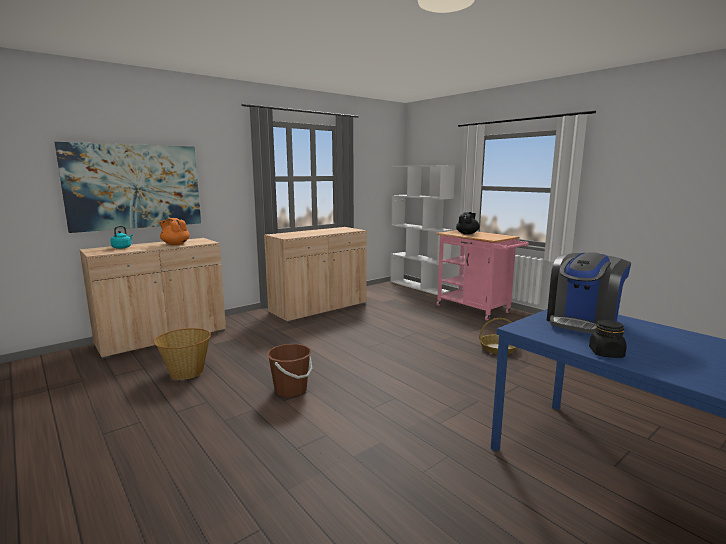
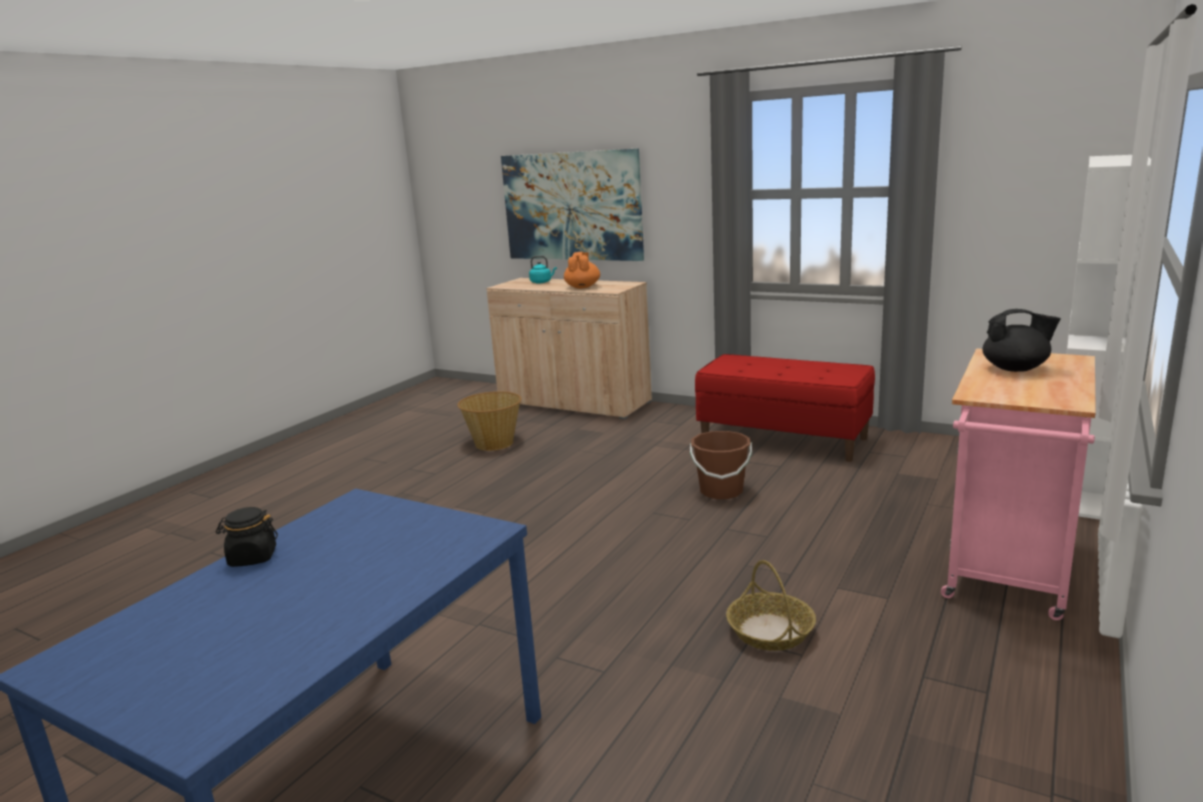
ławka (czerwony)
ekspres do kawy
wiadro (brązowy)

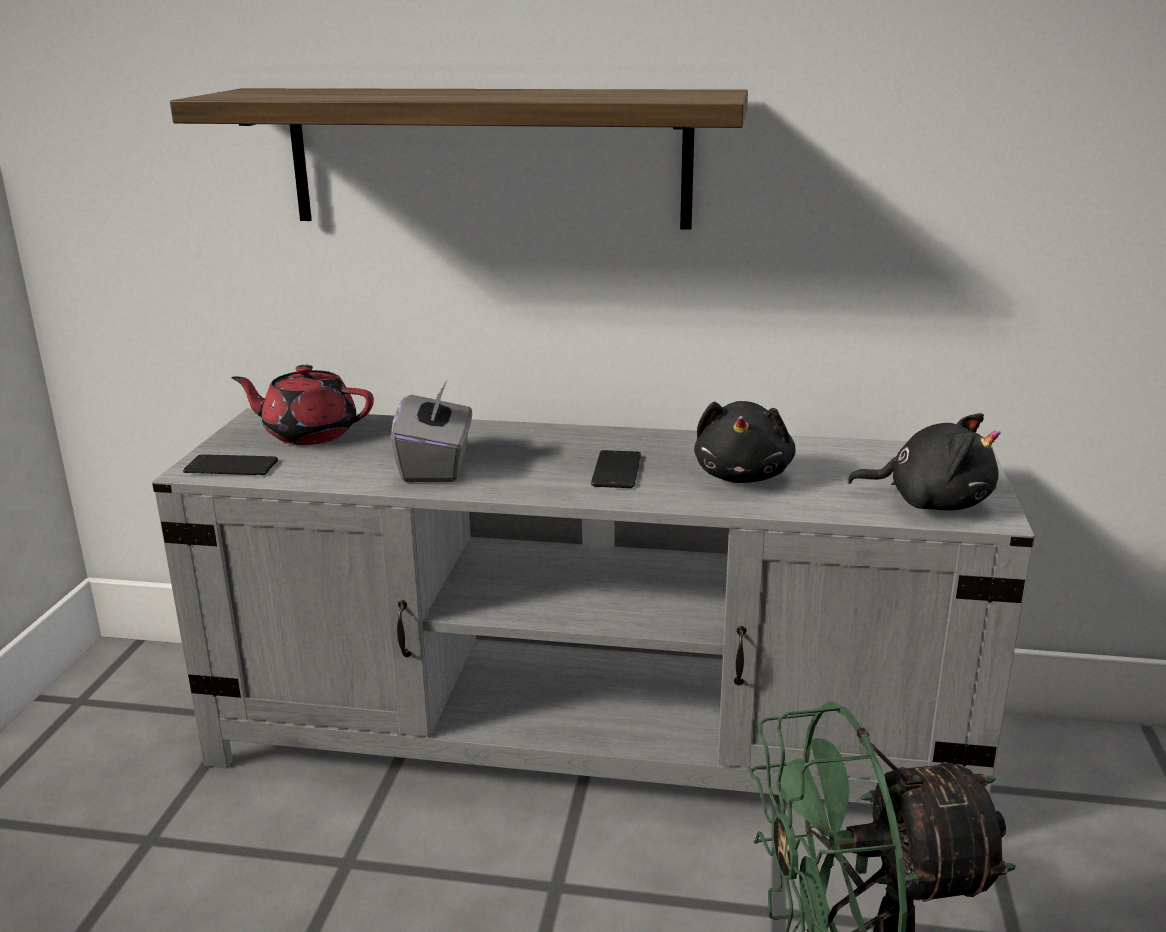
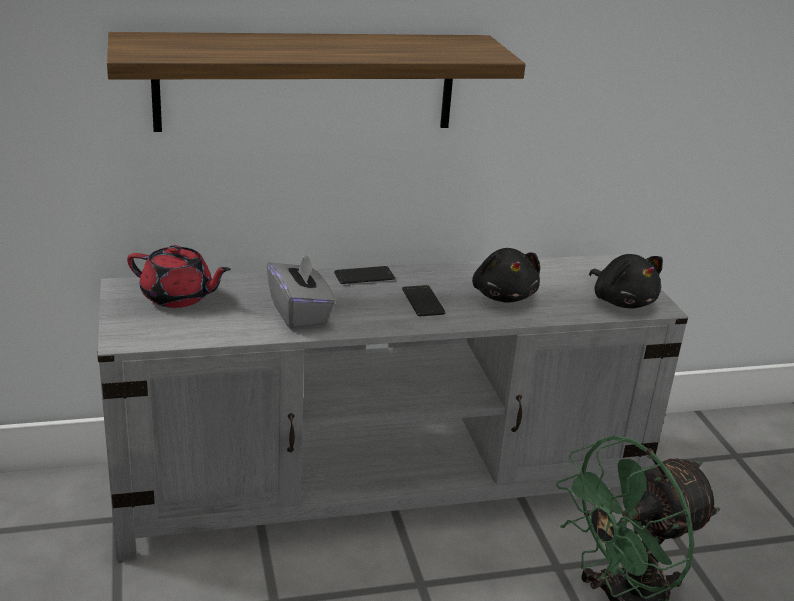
imbryk (czerwony)
pluszak (czarny) (2nd from left)
telefon (1st from left)

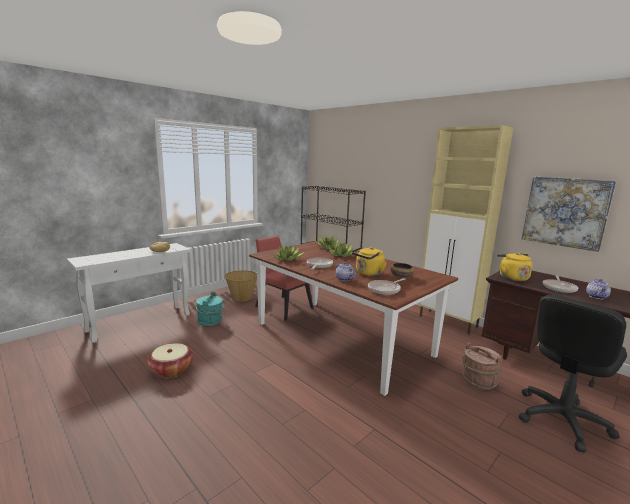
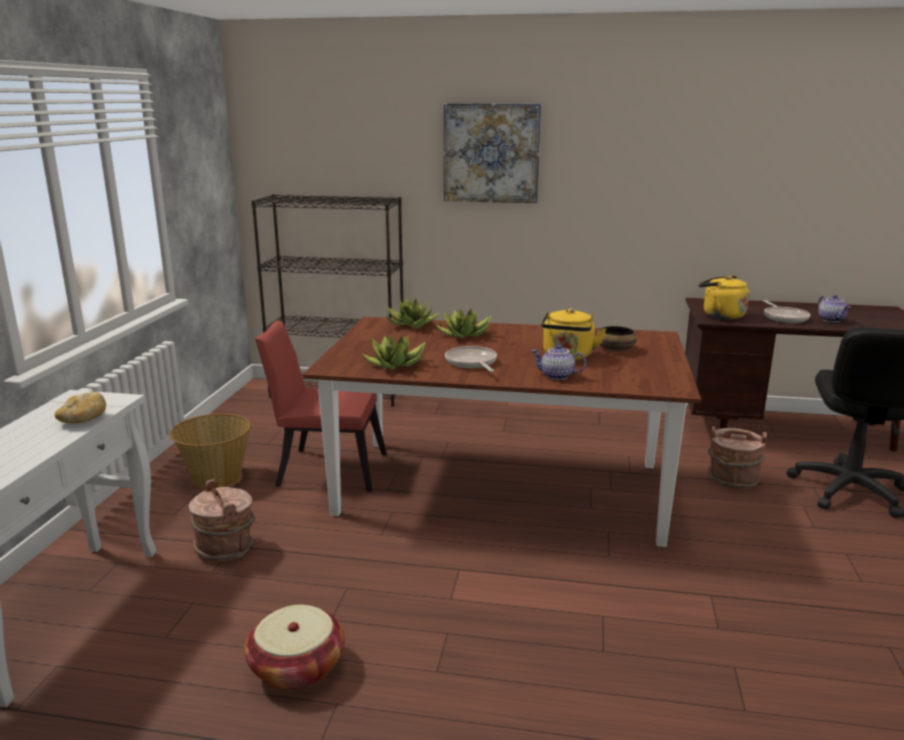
szafka (beżowy)
obraz
patelnia (2nd from left in the first image)
wiadro (brązowy) (1st from left)

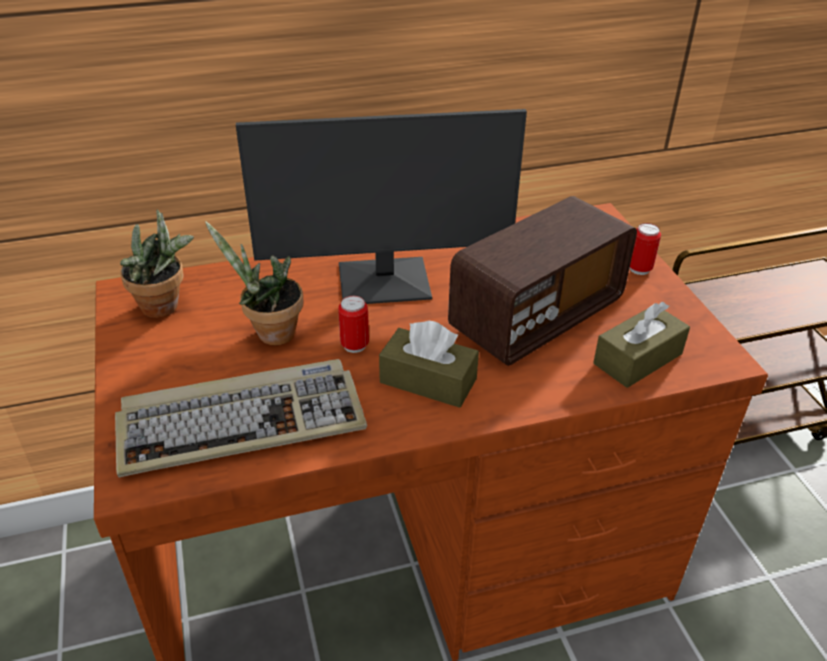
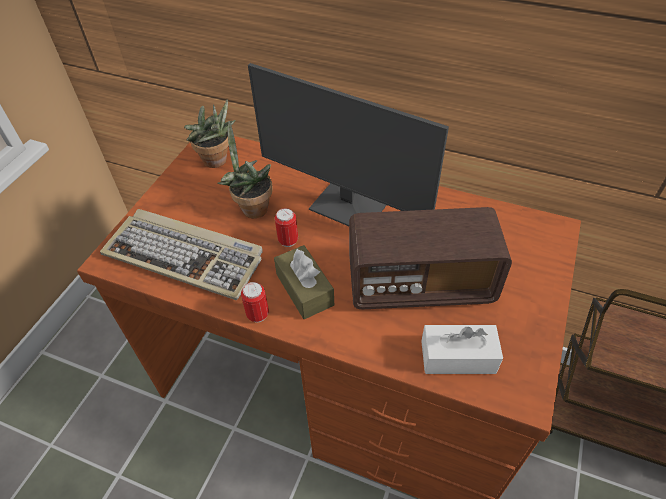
puszka (1st from left)
pudełko chusteczek (biały)

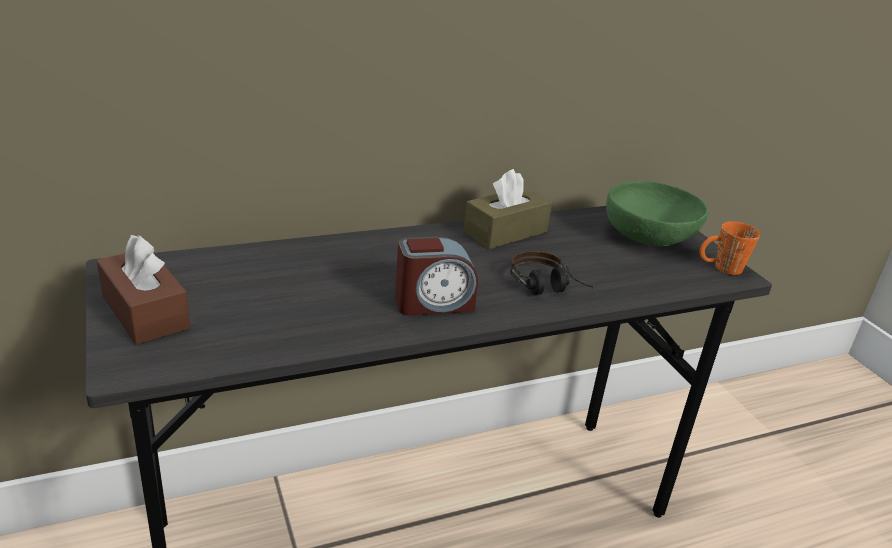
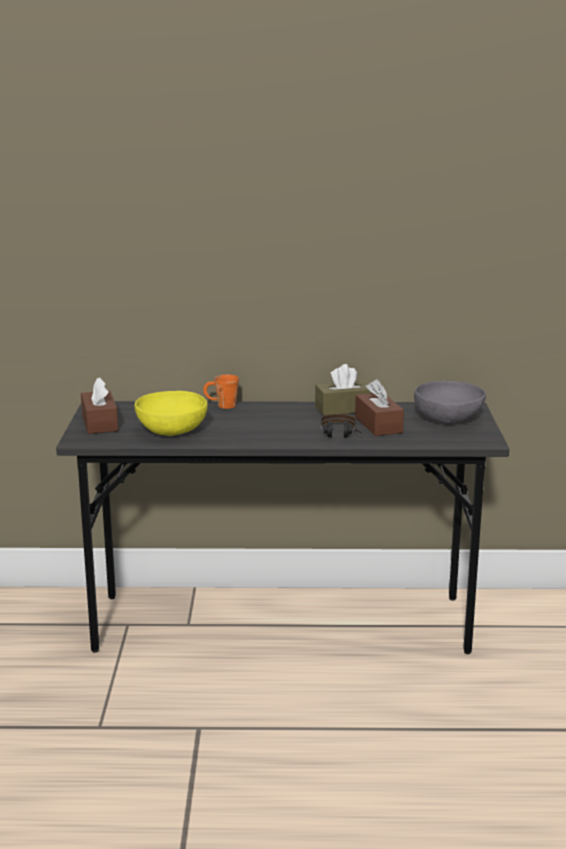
miska (szary)
kubek (pomarańczowy)
budzik
pudełko chusteczek (brązowy) (3rd from left)
miska (żółty)

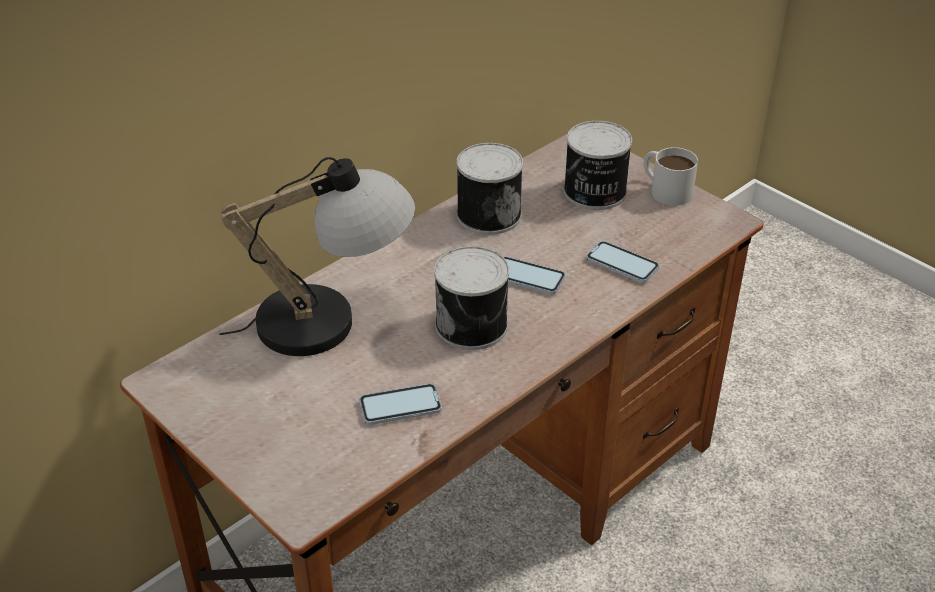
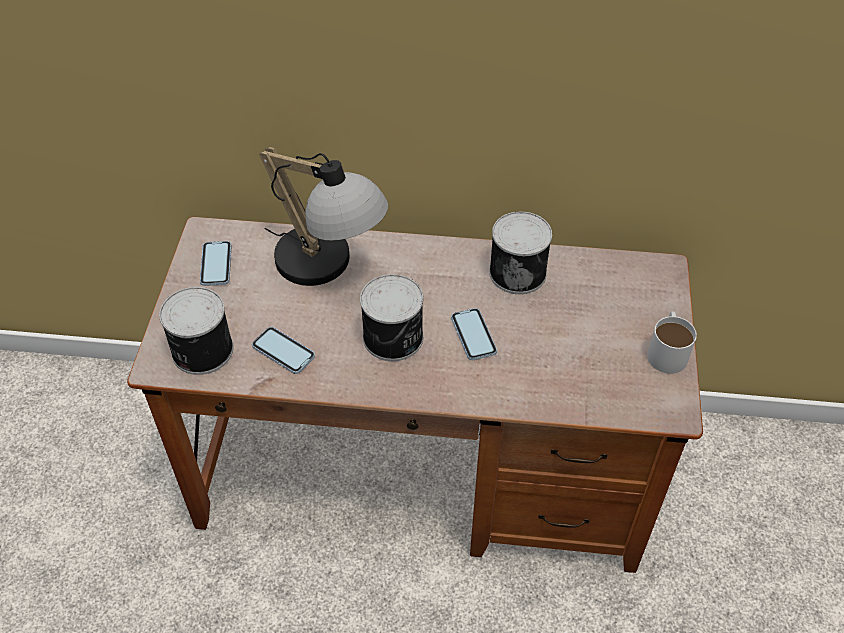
puszka (1st from left)
telefon (1st from left)

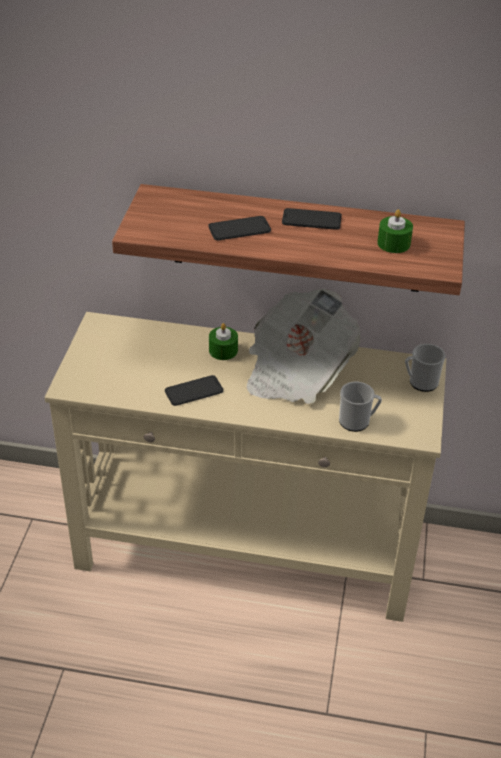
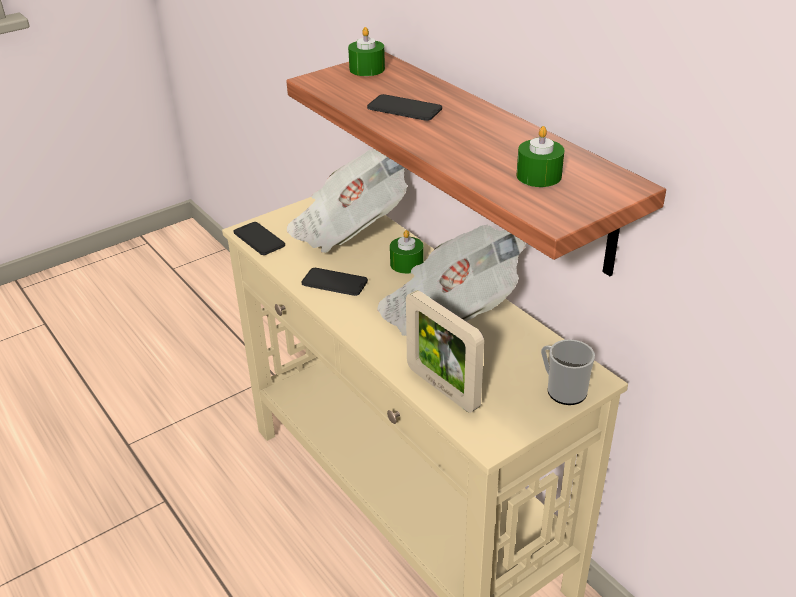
telefon (1st from left)
ramka na zdjęcie
świeca (zielony) (1st from left)
gazeta (1st from left)

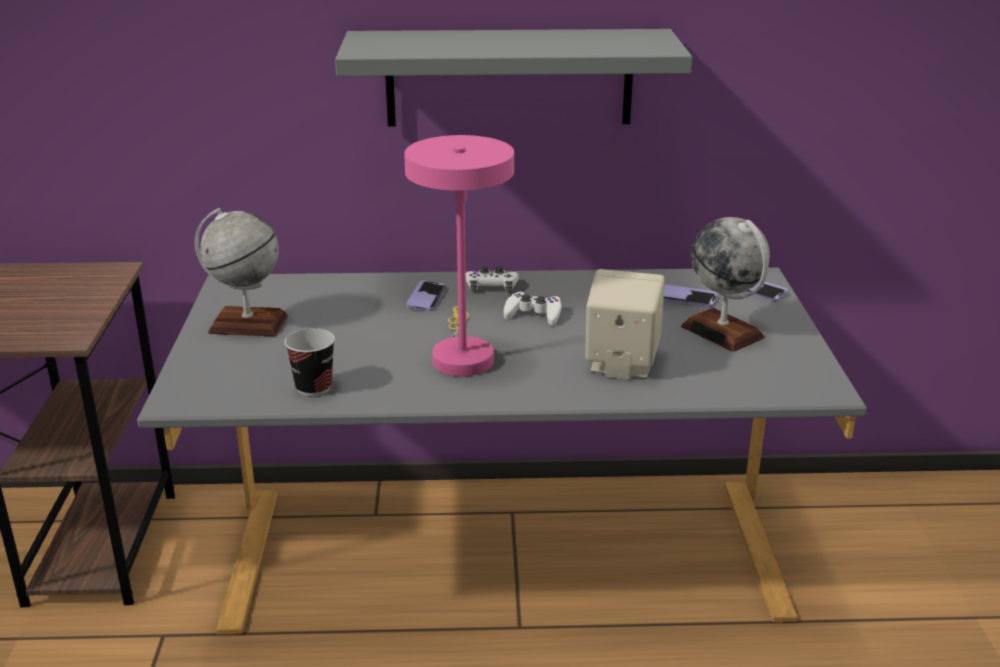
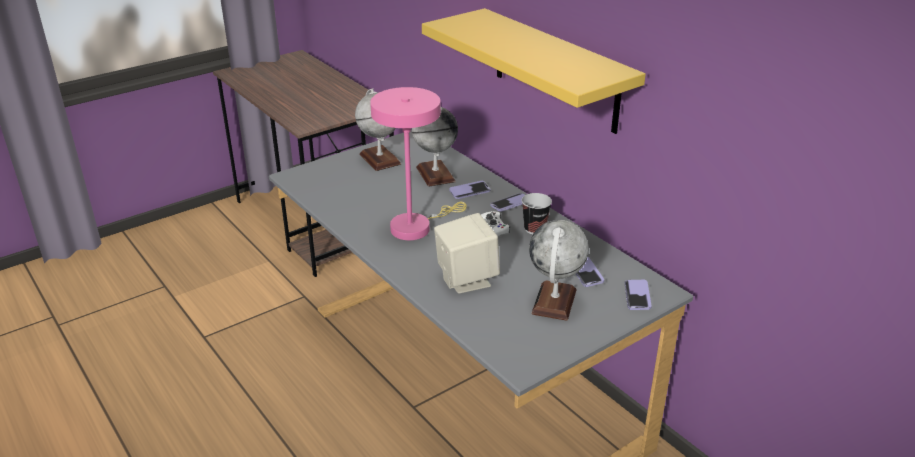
półka (żółty)
telefon (2nd from left)
filiżanka
globus (2nd from left)

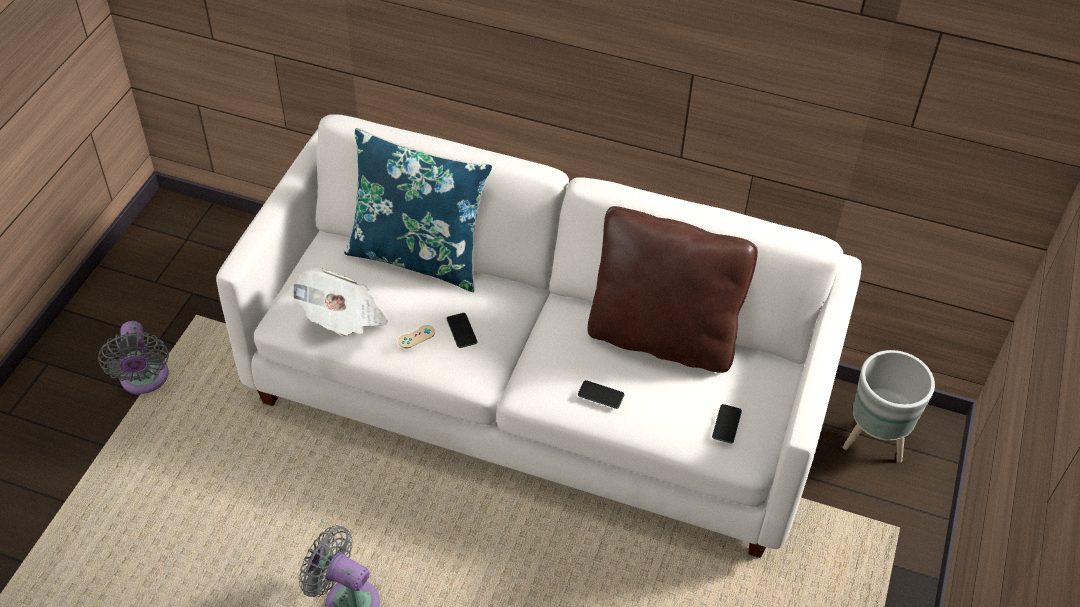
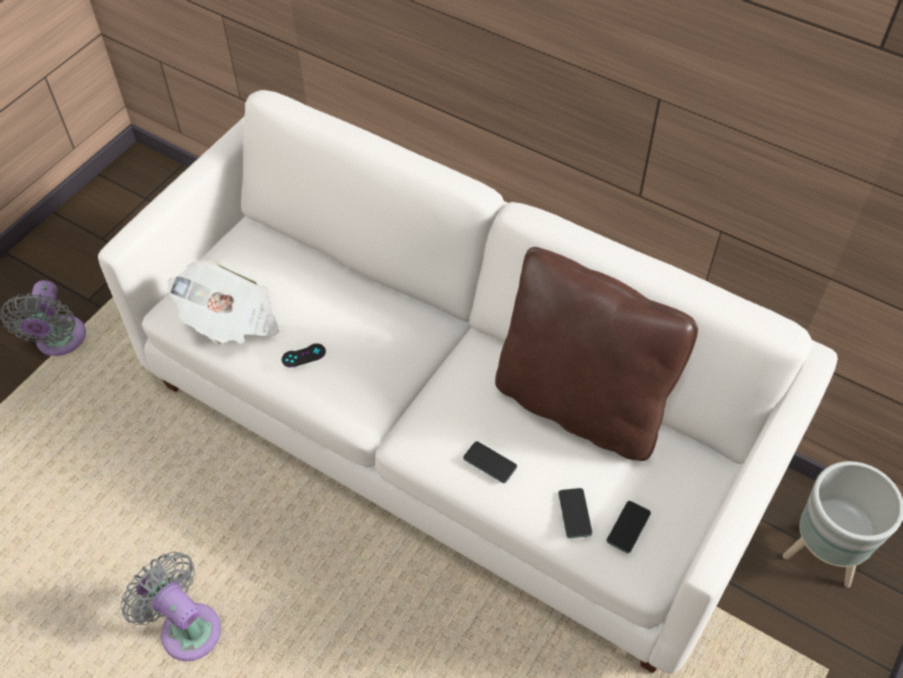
poduszka (niebieski)
telefon (2nd from left)
pad do gier (czarny)

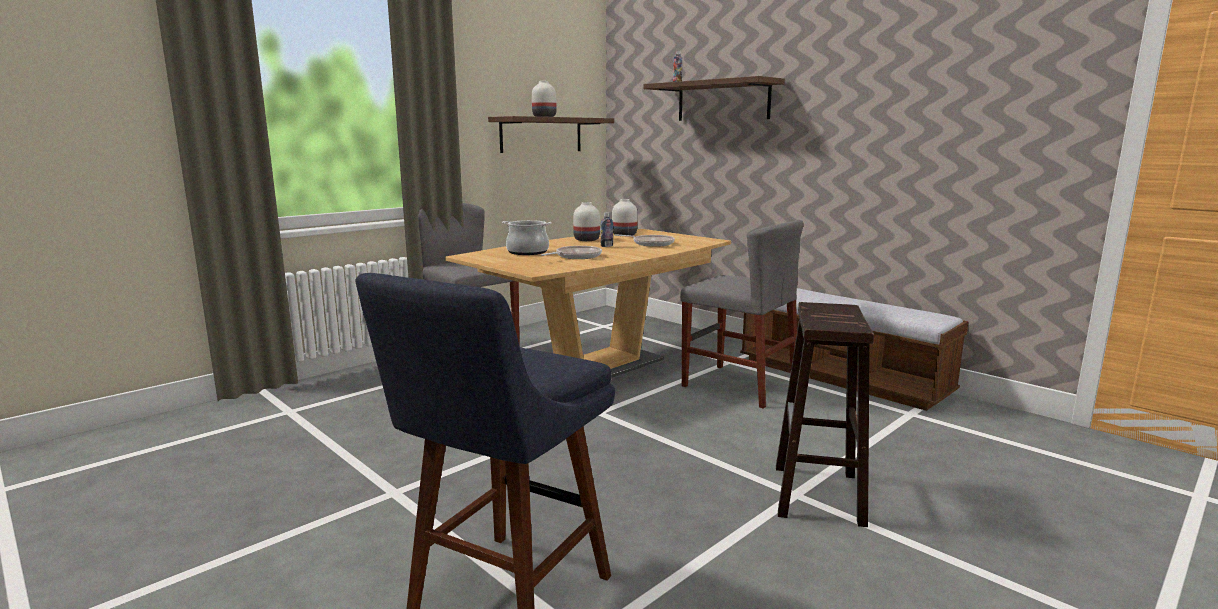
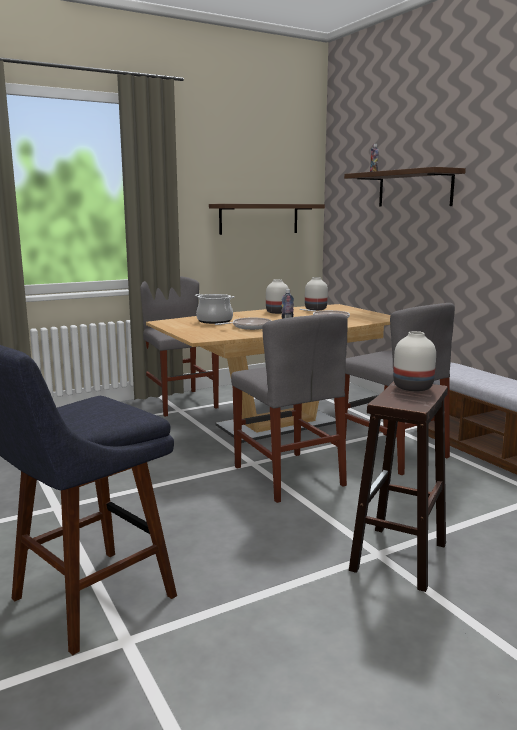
wazon (biały) (3rd from left)
krzesło (szary) (2nd from left)

